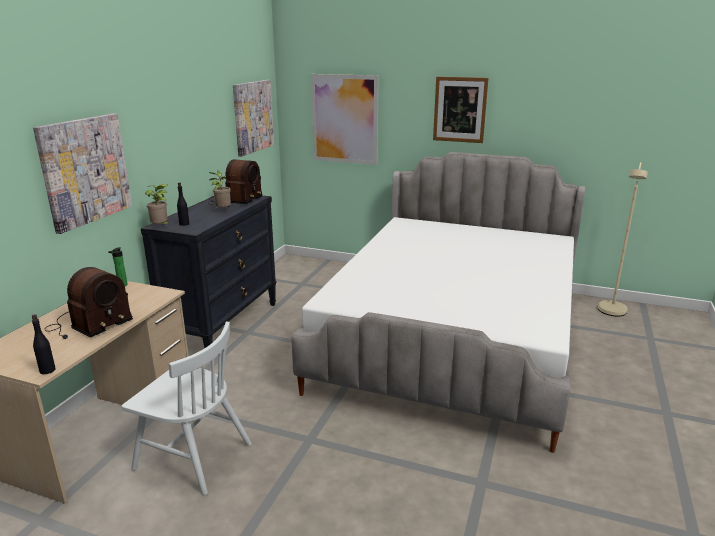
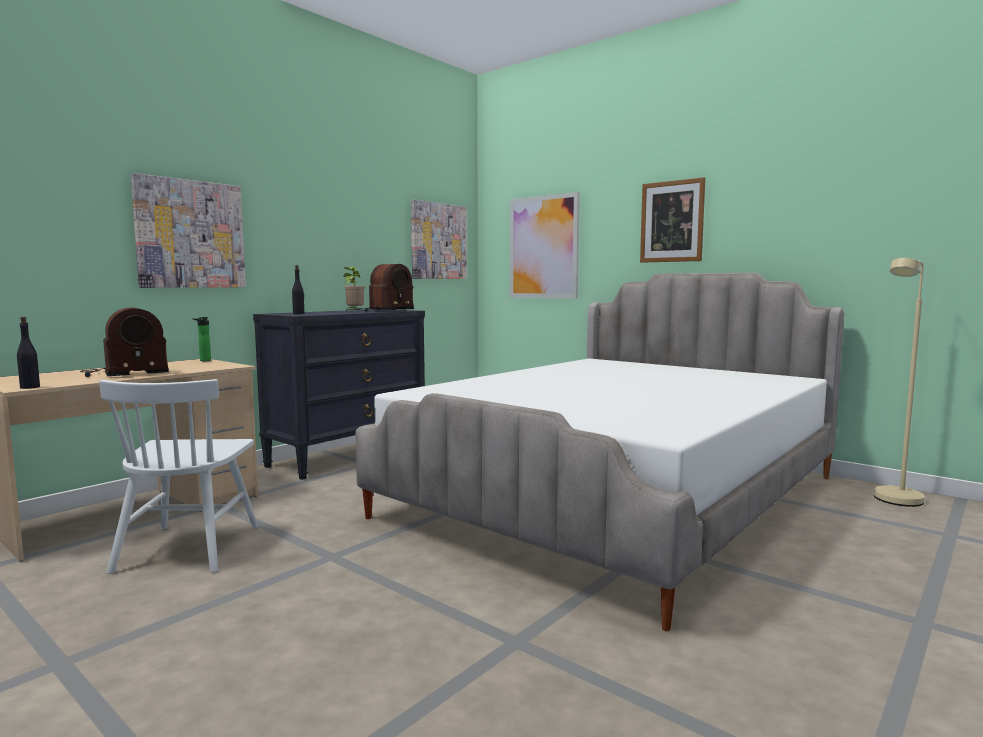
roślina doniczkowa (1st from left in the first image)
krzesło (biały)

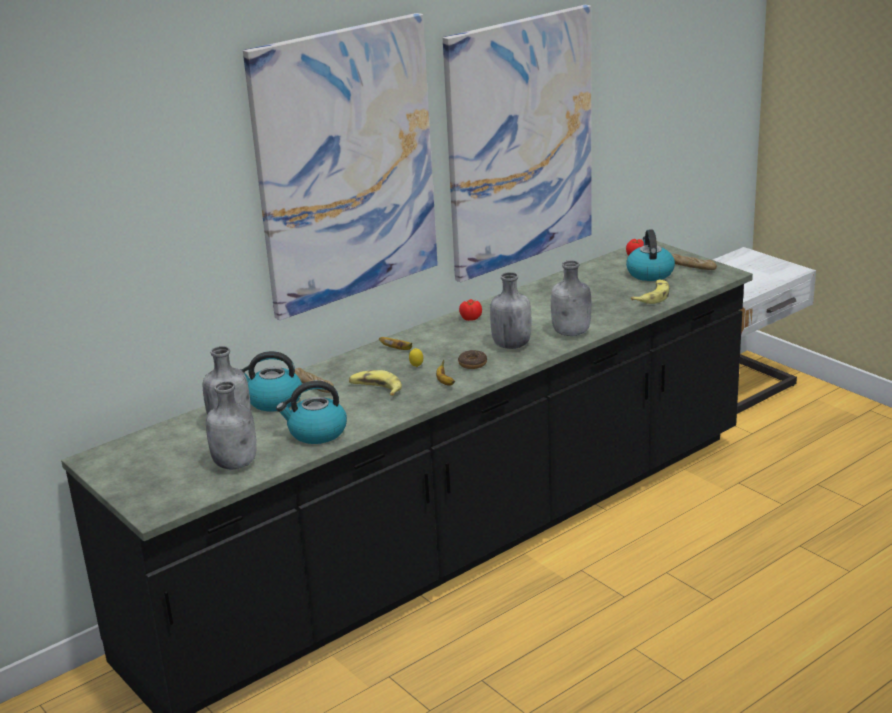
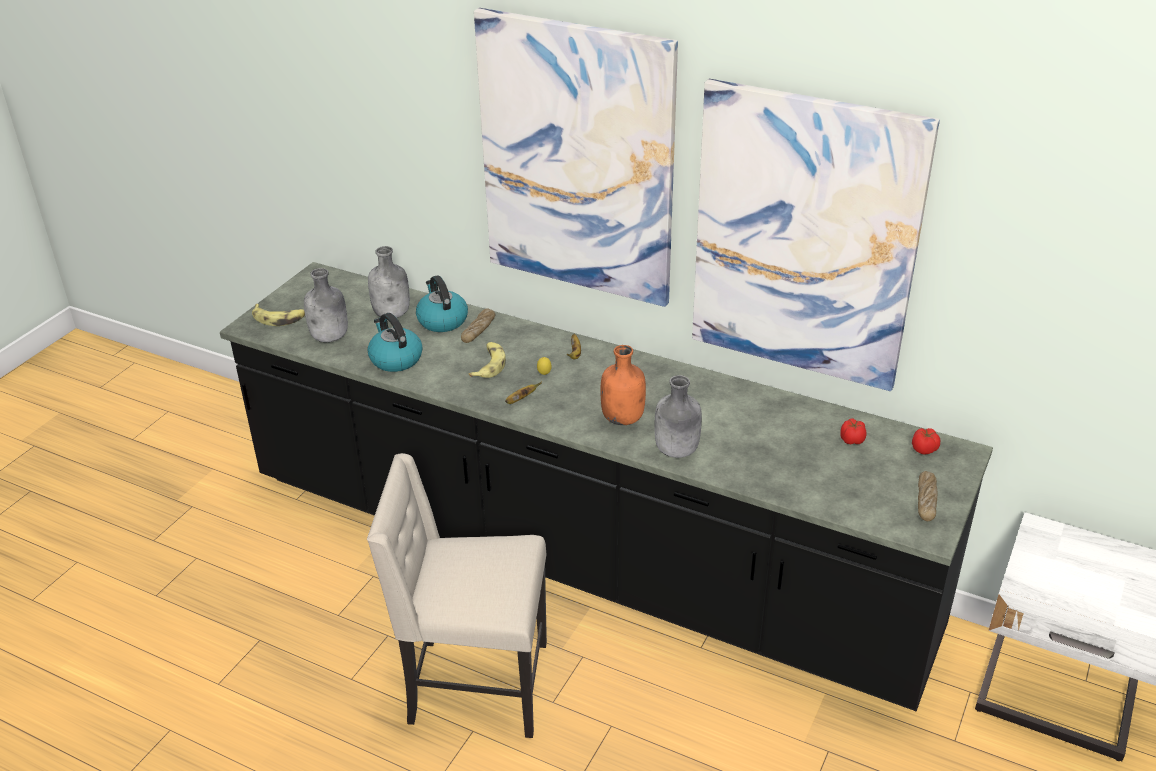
czajnik (3rd from left in the first image)
butelka (pomarańczowy)
banan (1st from left)
pomidor (1st from left)
donut
krzesło (beżowy)

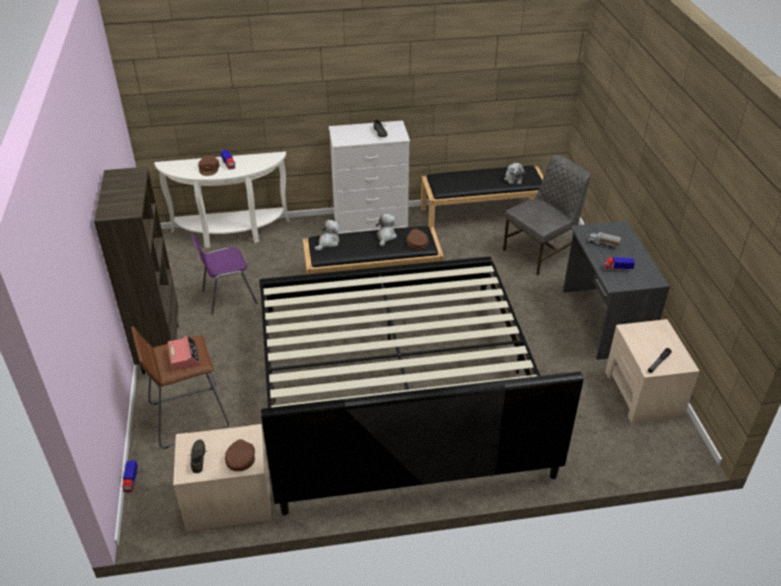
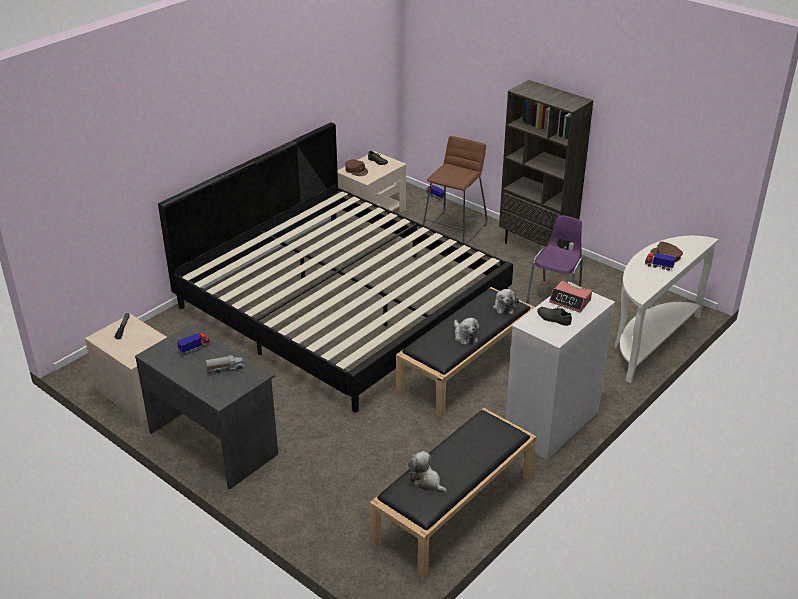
krzesło (szary)
czapka z daszkiem (brązowy) (3rd from left in the first image)
budzik

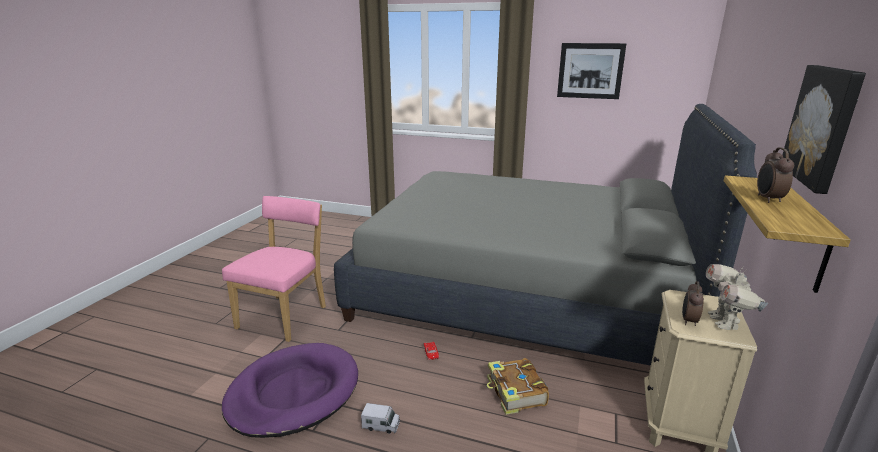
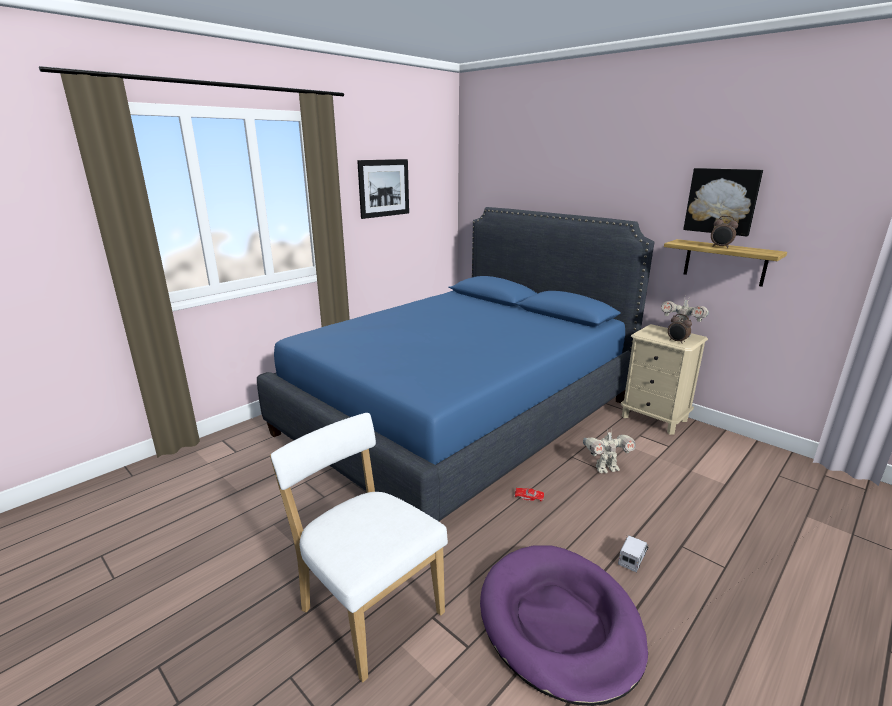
łóżko (niebieski)
krzesło (biały)
robot zabawkowy (1st from left)

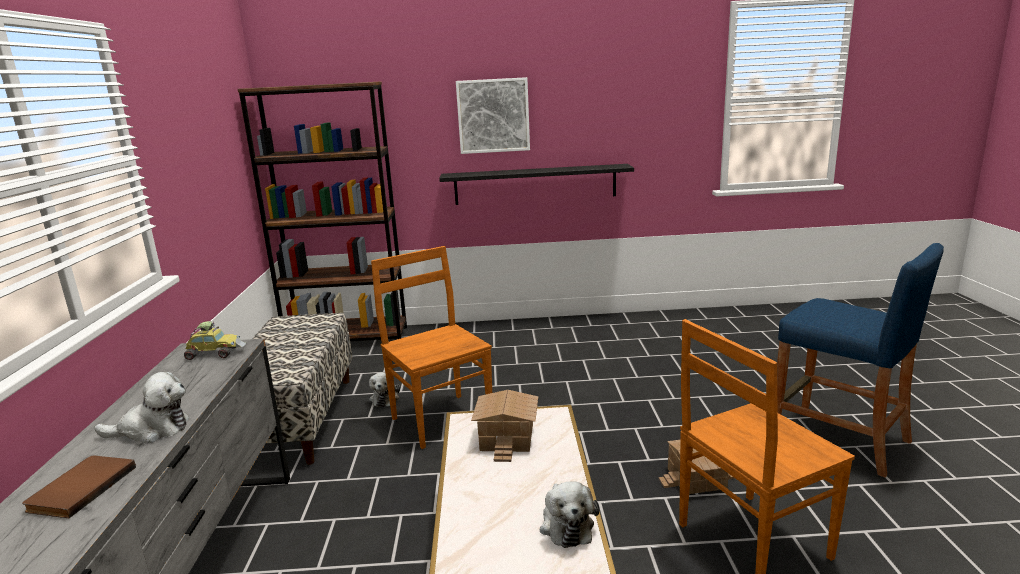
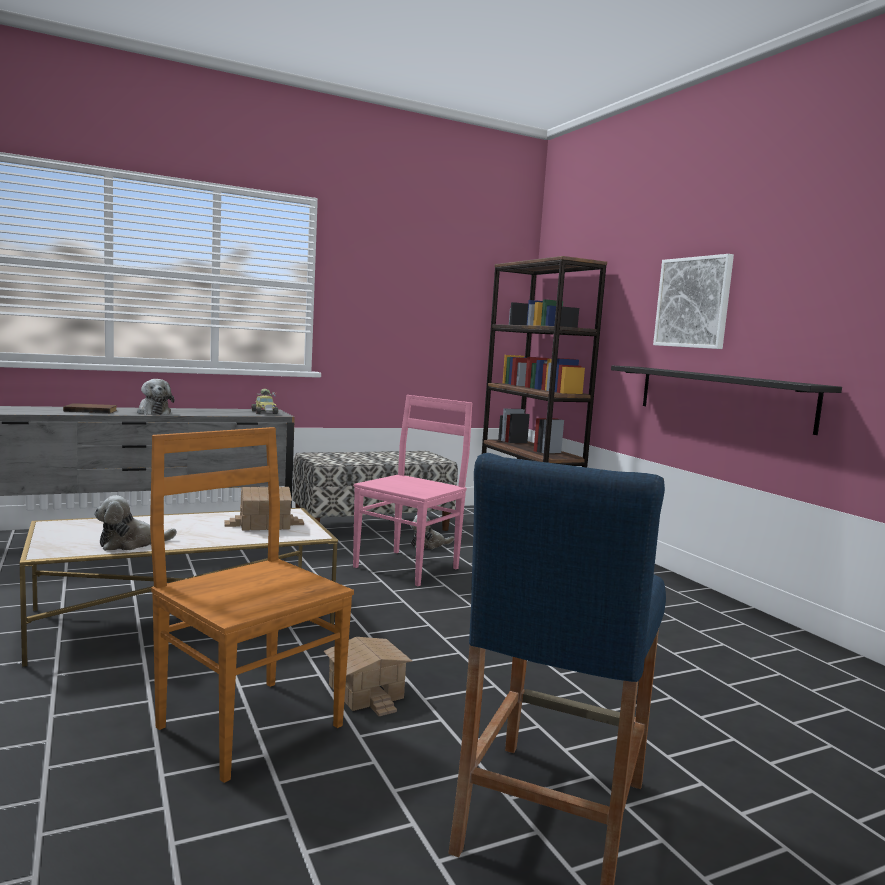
krzesło (różowy)

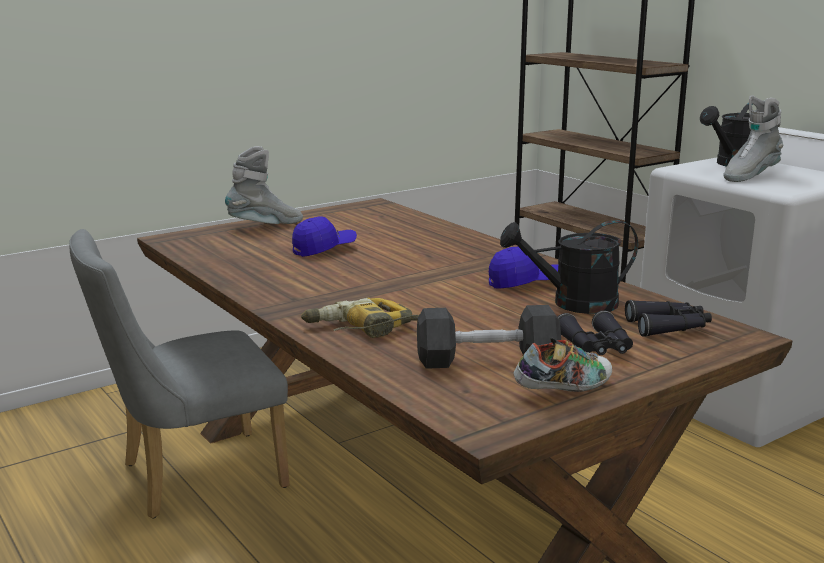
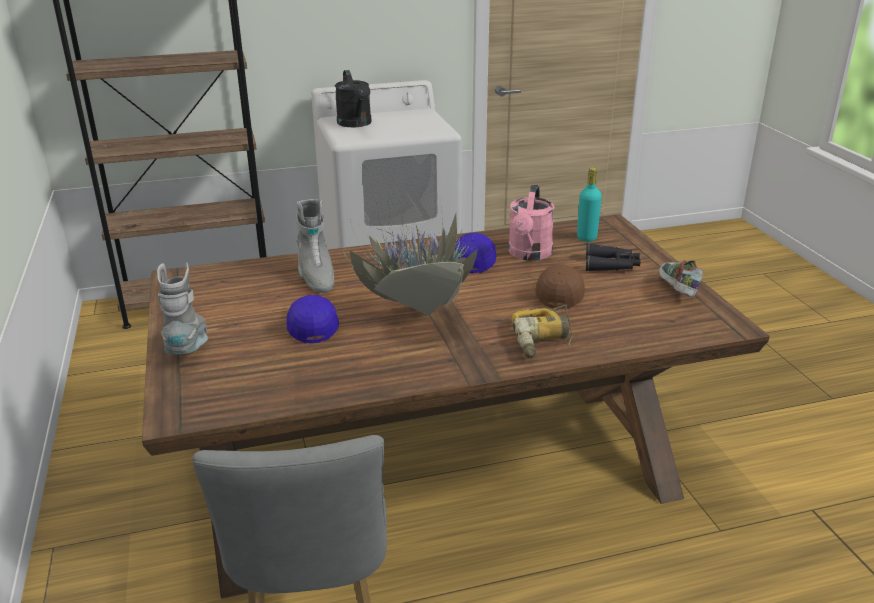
but z cholewką (szary) (2nd from left)
konewka (różowy)
butelka (turkusowy)
hantel (czarny)
roślina doniczkowa
czapka z daszkiem (brązowy)

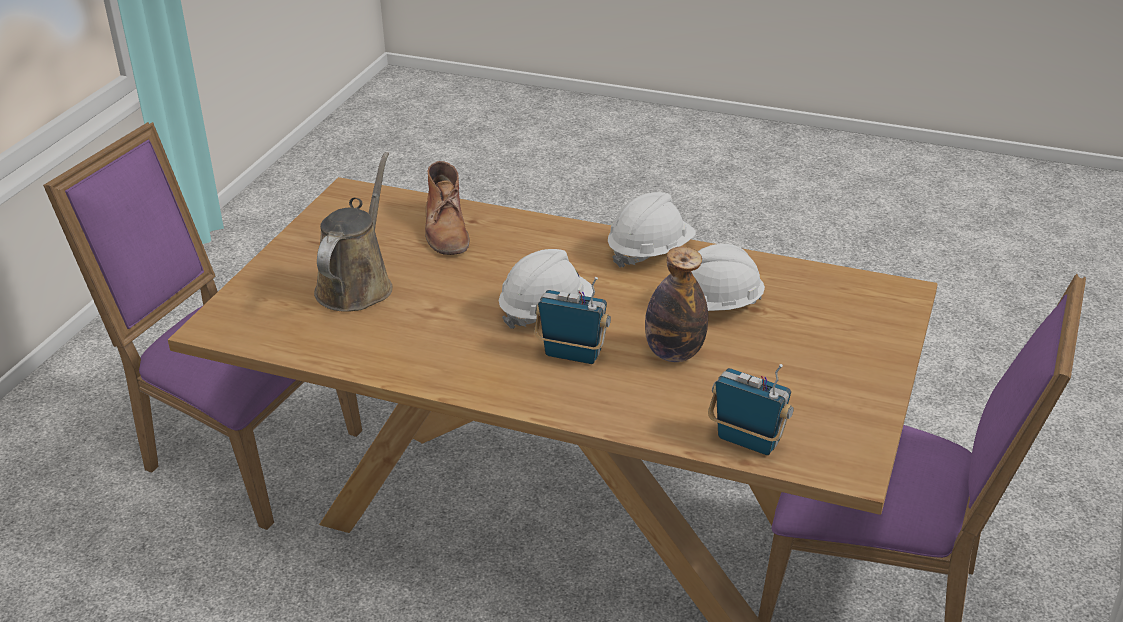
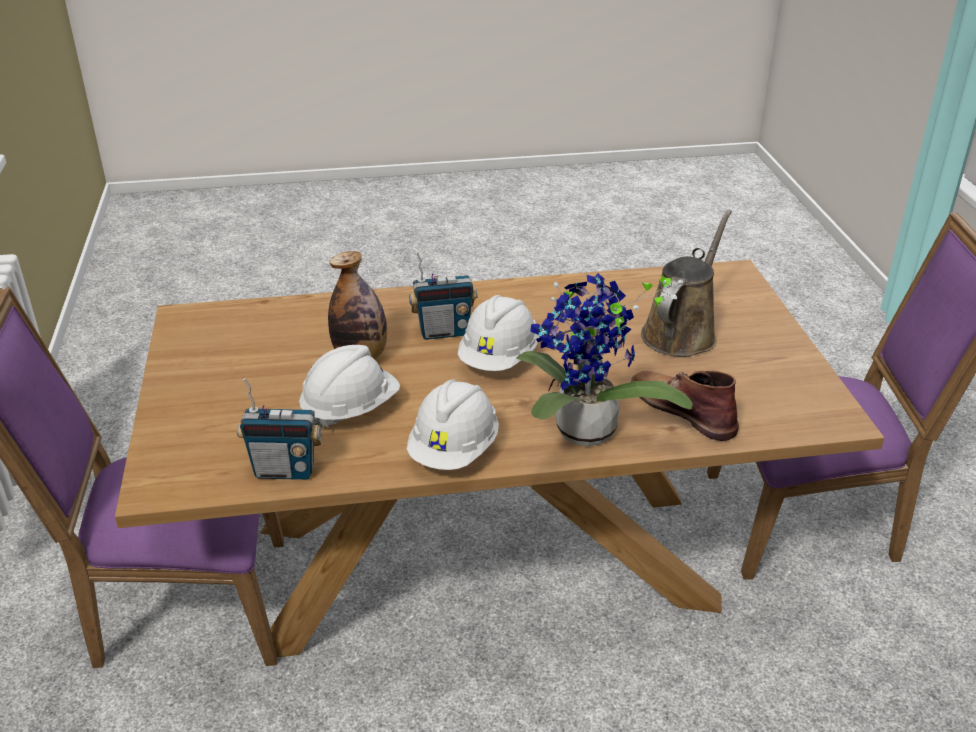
konewka (brązowy)
radio (1st from left)
roślina doniczkowa

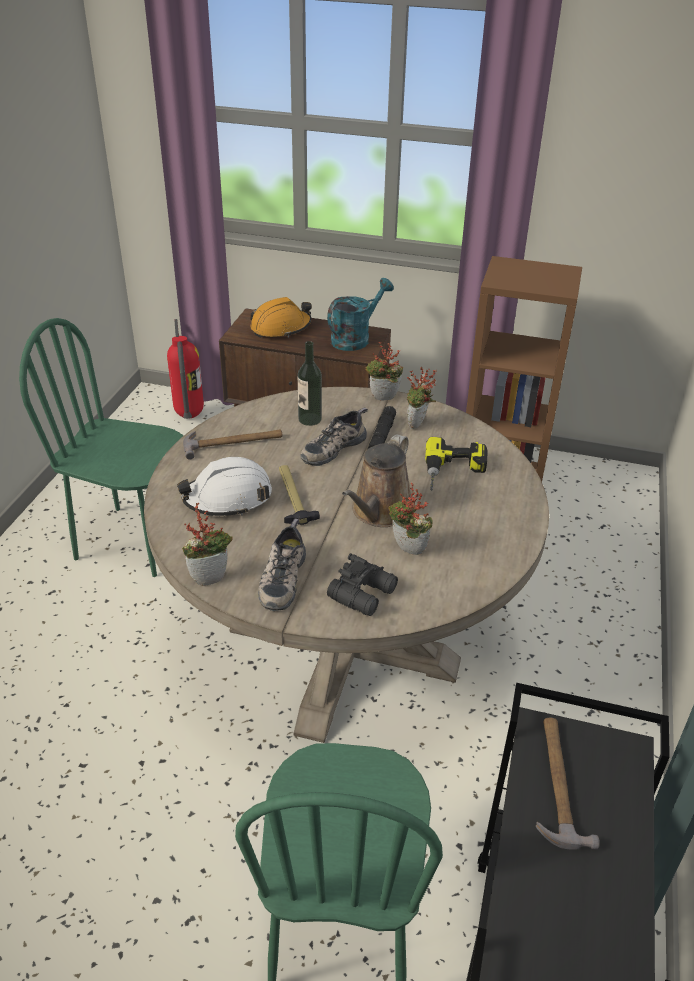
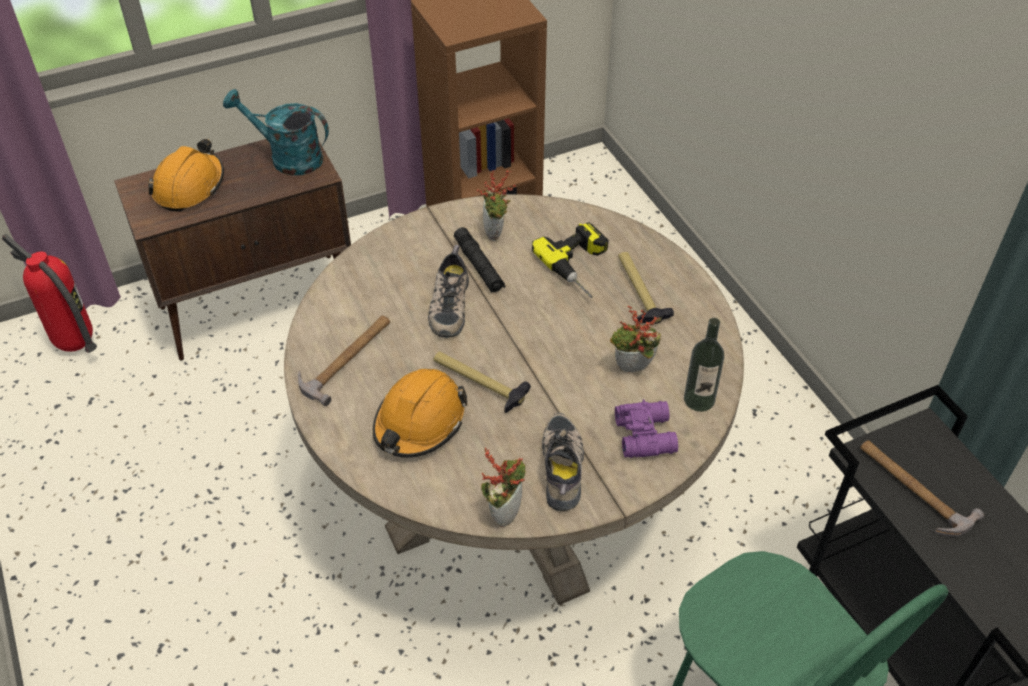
konewka (turkusowy)
krzesło (zielony) (1st from left in the first image)
butelka
roślina doniczkowa (2nd from left in the first image)
konewka (brązowy)
kask (pomarańczowy) (2nd from left)
but (2nd from left)
lornetka (fioletowy)
młotek (3rd from left)

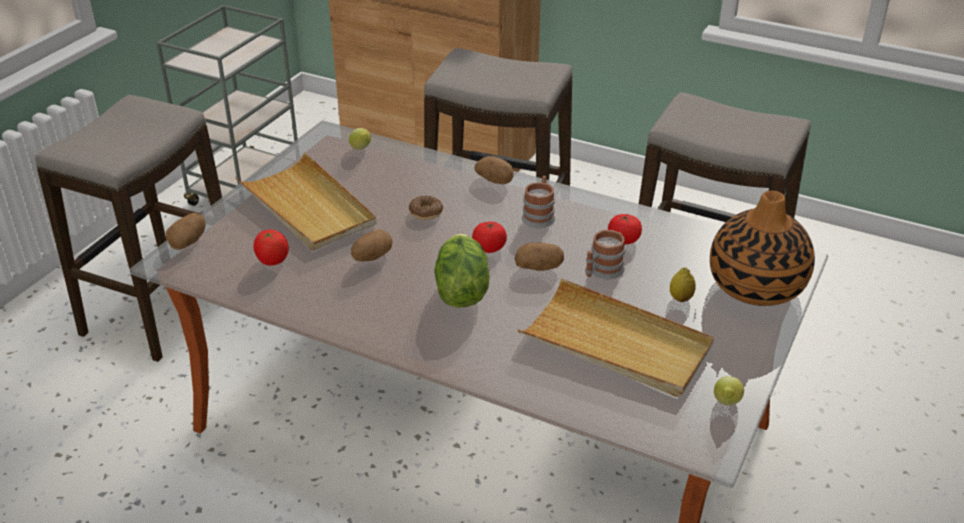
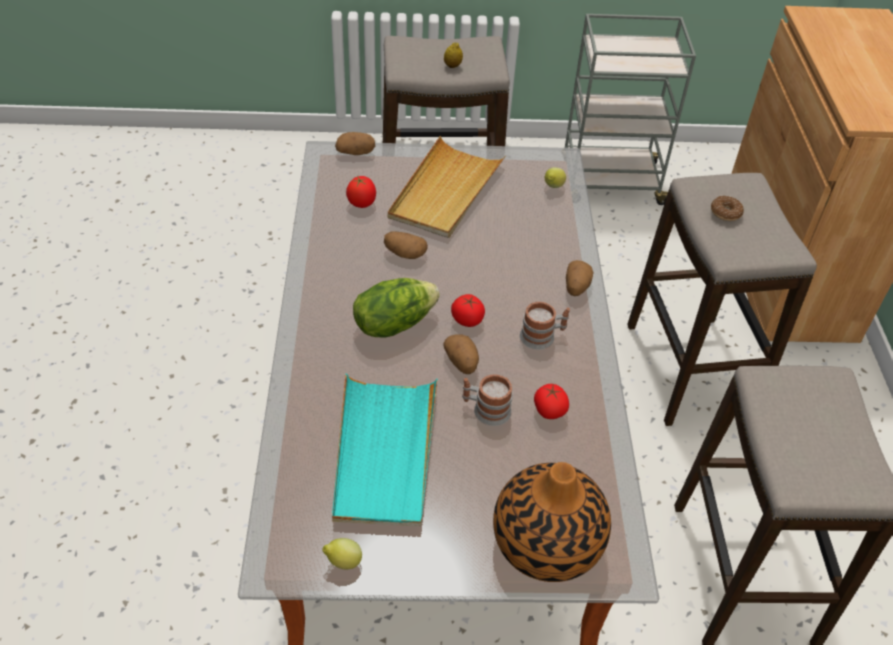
donut
cytryna (2nd from left)
taca (turkusowy)

